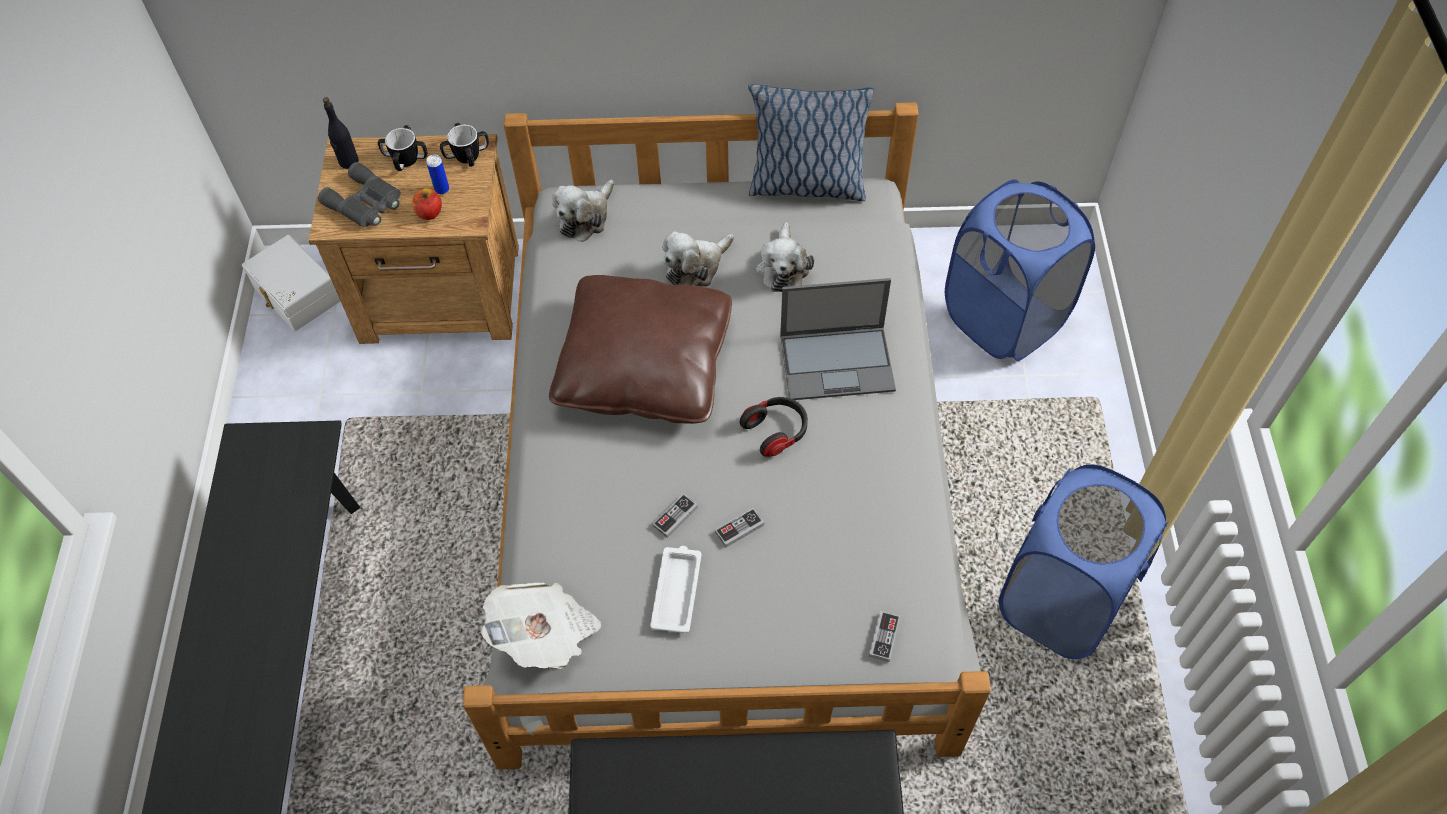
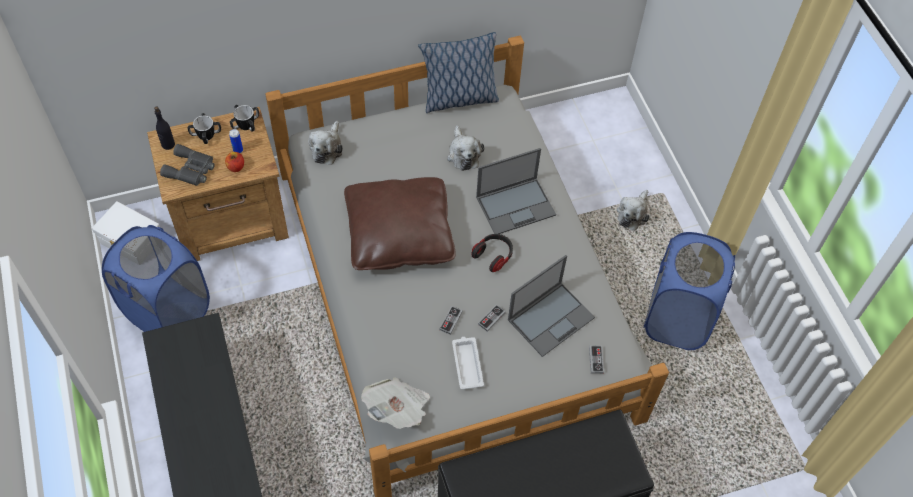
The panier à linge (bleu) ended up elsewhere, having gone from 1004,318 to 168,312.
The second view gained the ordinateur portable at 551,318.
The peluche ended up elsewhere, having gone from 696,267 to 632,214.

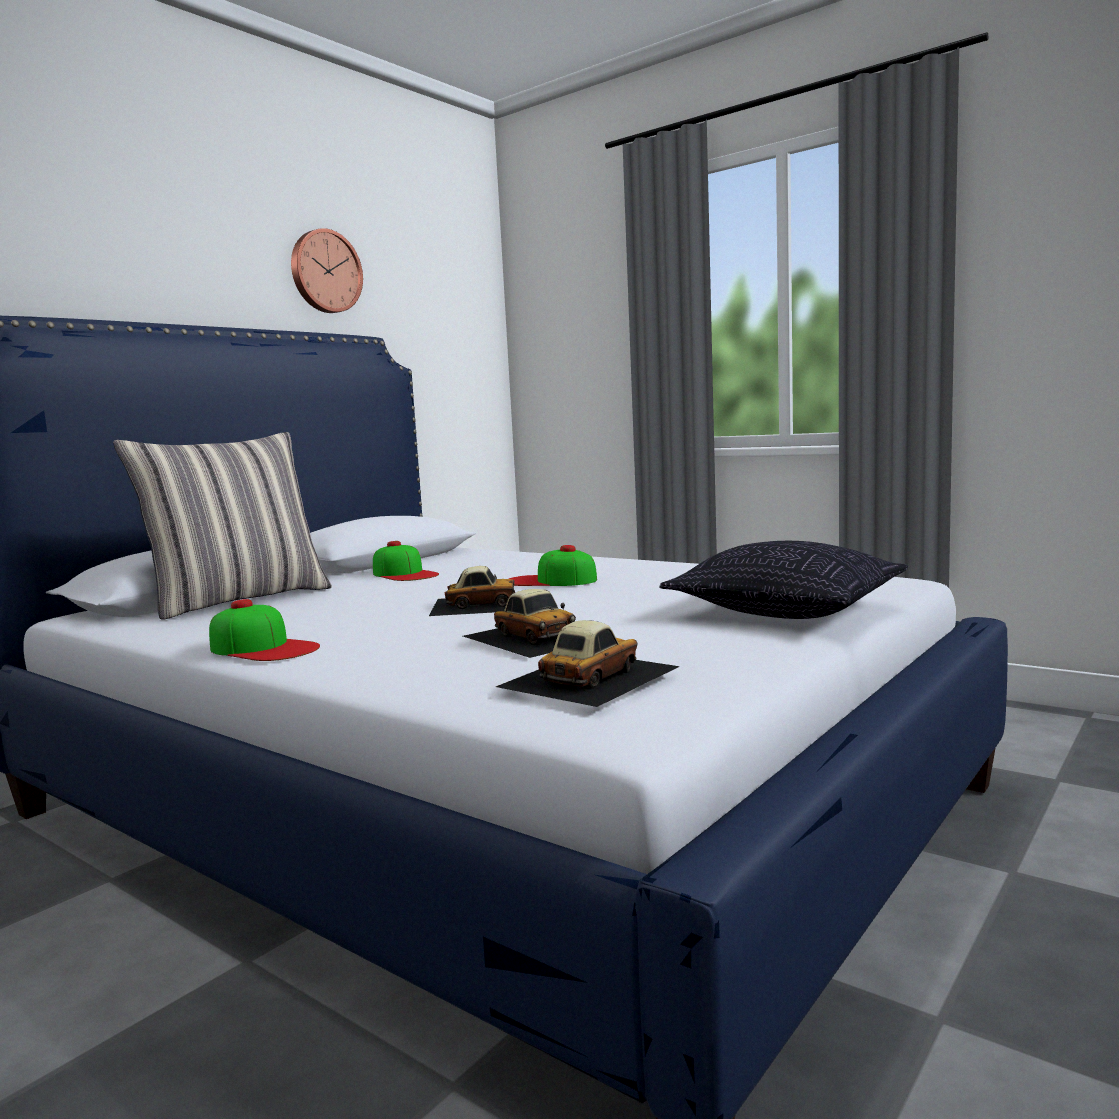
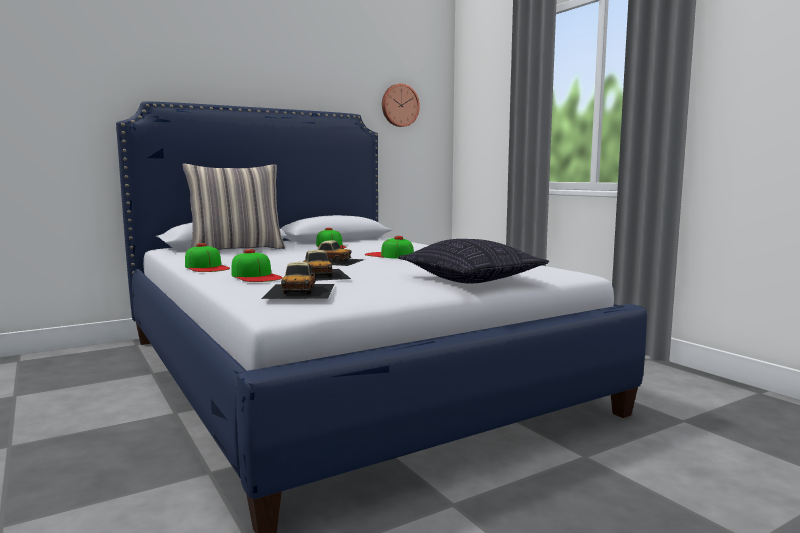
The second view gained the casquette at 256,276.
The petite voiture at 588,676 ended up facing another way, 120 degrees clockwise from before.
The horloge murale ended up elsewhere, having gone from 325,272 to 399,105.

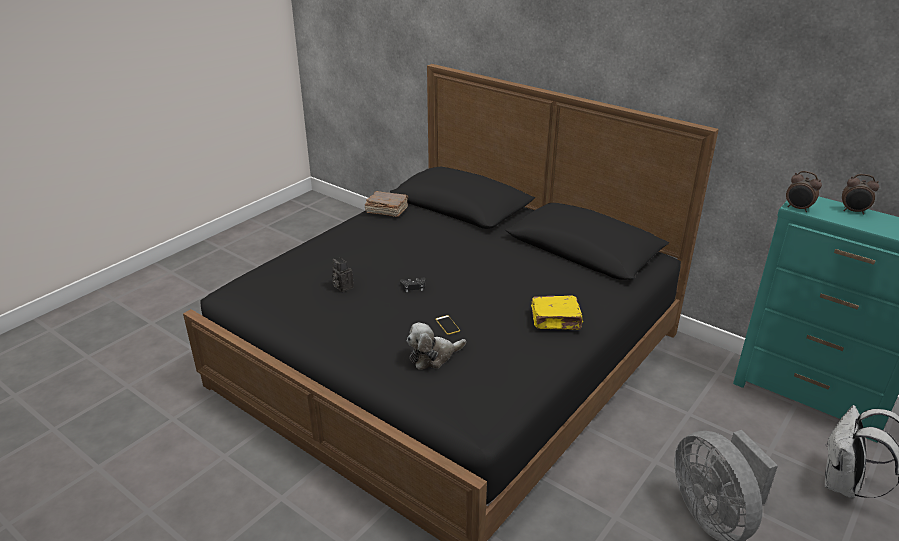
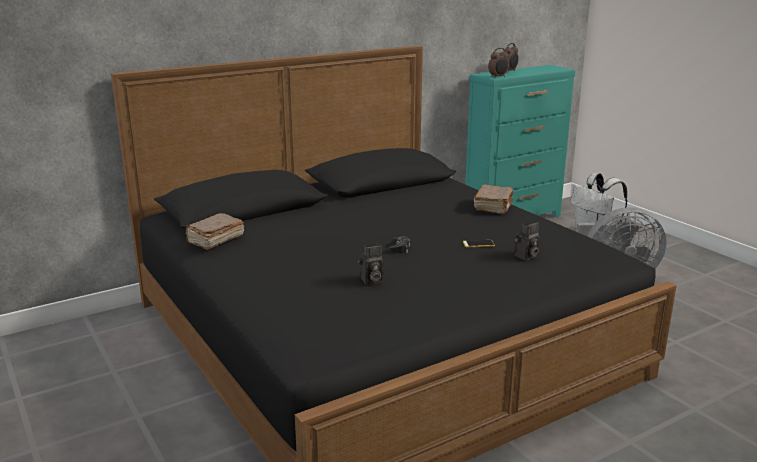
What was the livre (jaune) at 556,321 turned into the livre (marron) at 494,207.
Where the peluche stood at 433,356, the appareil photo came to stand at 526,256.

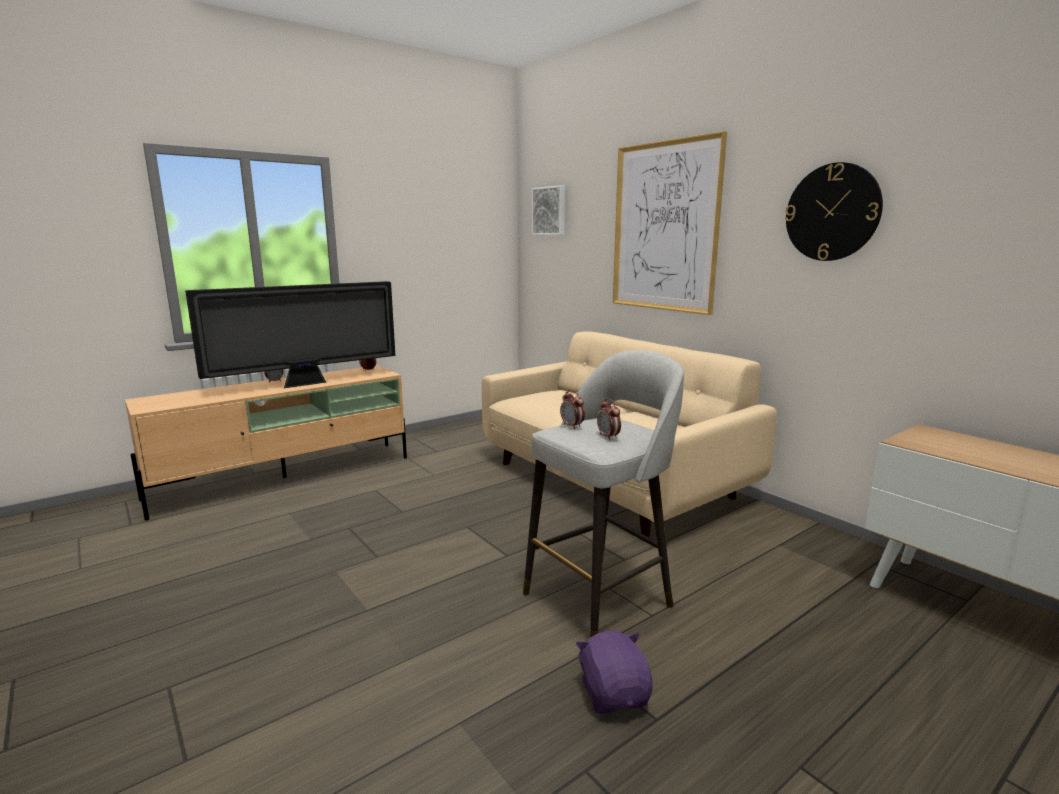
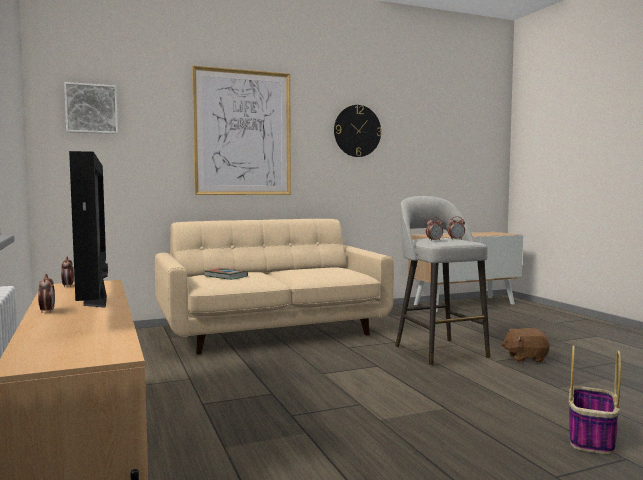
The second view gained the livre at 226,276.
What was the peluche (violet) at 614,694 turned into the peluche (marron) at 525,358.
The second view gained the panier at 591,439.

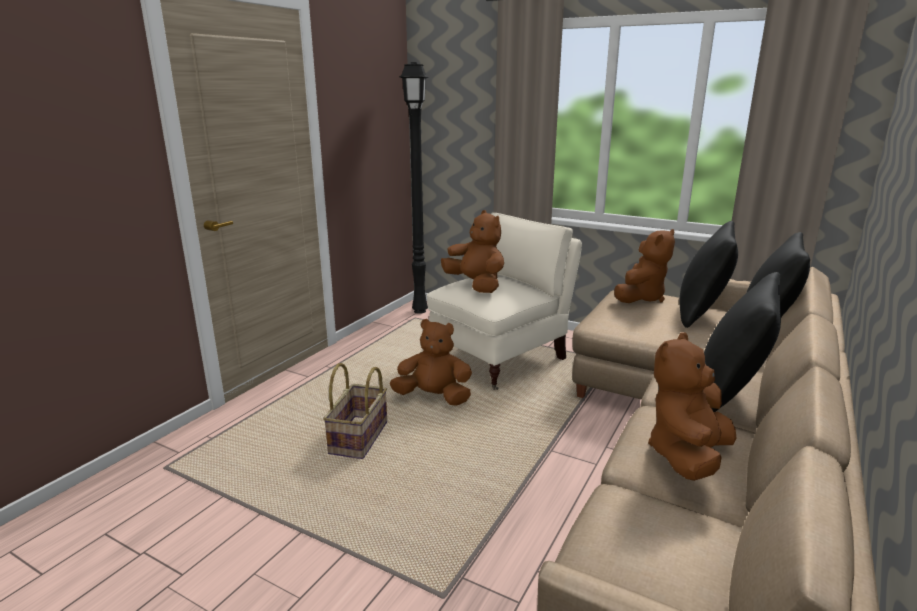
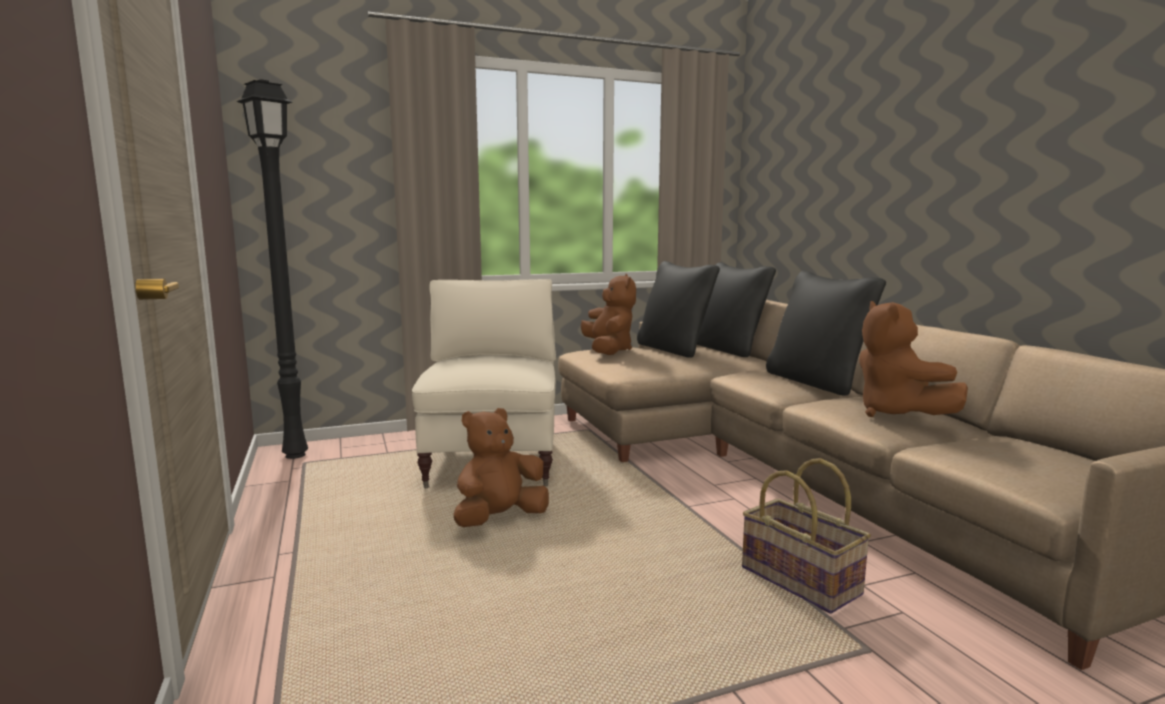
The panier ended up elsewhere, having gone from 360,438 to 802,580.
The second view lost the peluche (marron) at 476,285.

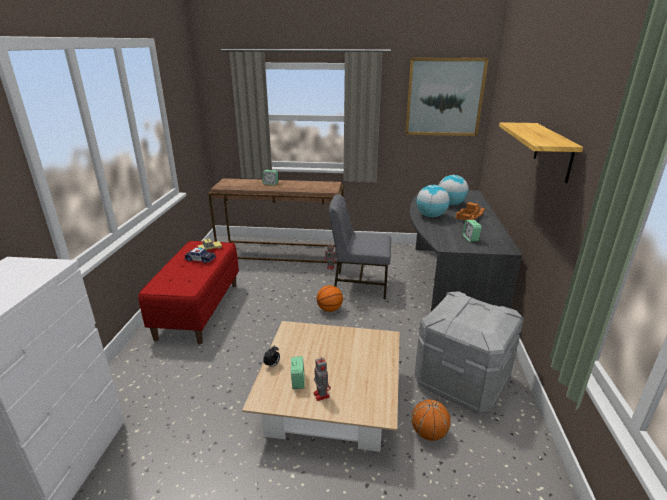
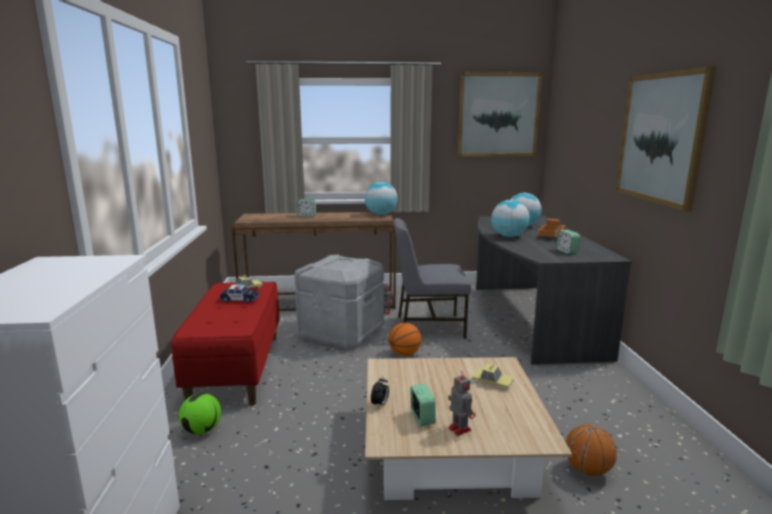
The second view gained the ballon de foot at 202,430.
The boîte de rangement (gris) ended up elsewhere, having gone from 462,381 to 341,333.
The second view gained the globe at 381,214.
The second view gained the petite voiture at 492,382.
Where the étagère hung at 553,151, the tableau came to hang at 661,138.

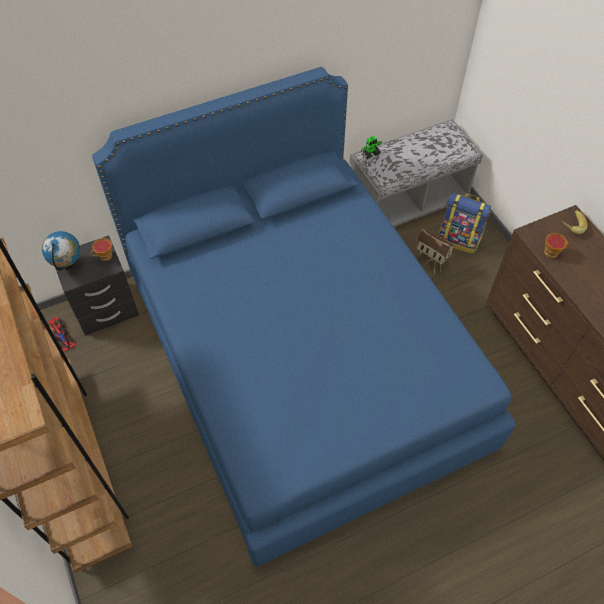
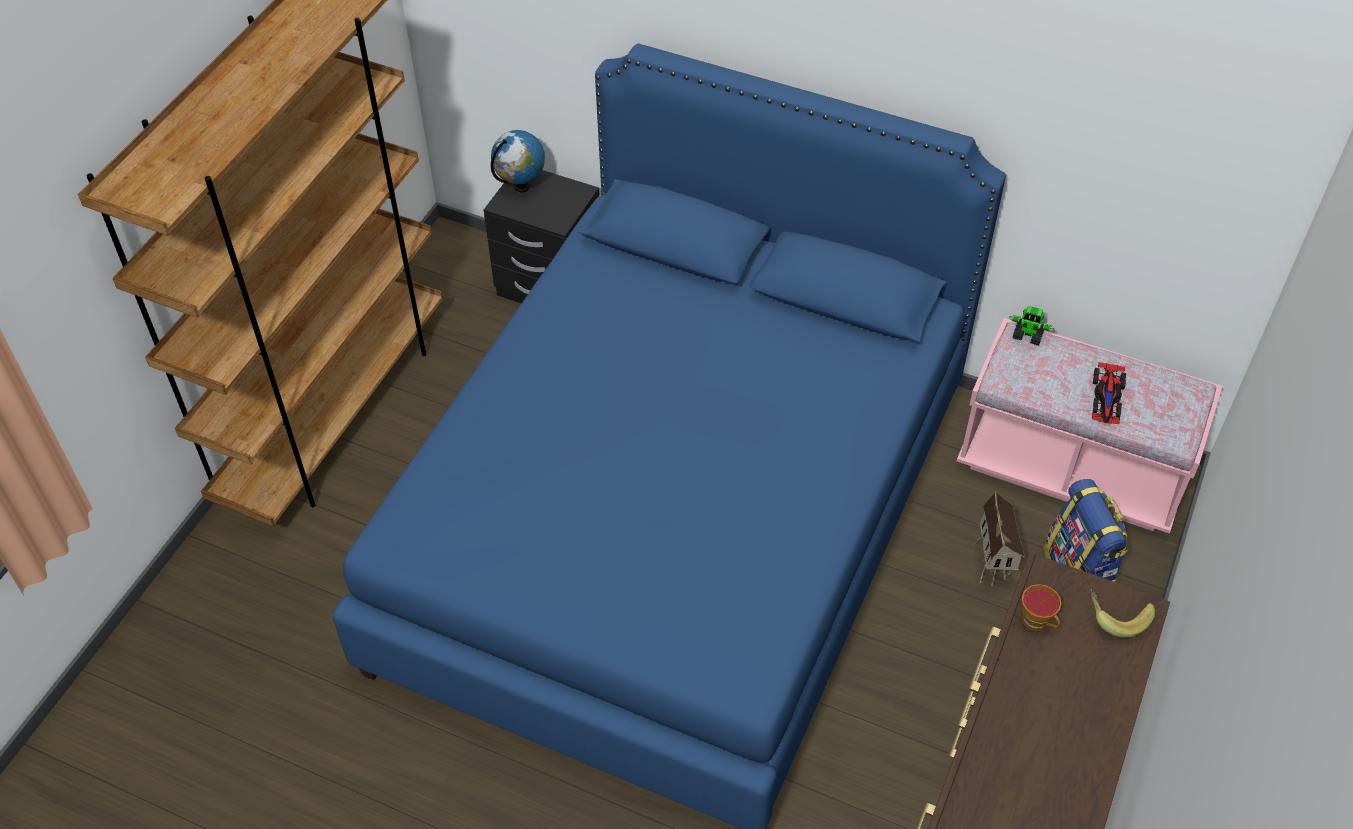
What was the banc (gris) at 407,202 turned into the banc (rose) at 1071,468.
The petite voiture ended up elsewhere, having gone from 61,336 to 1107,397.
The second view lost the tasse at 104,257.

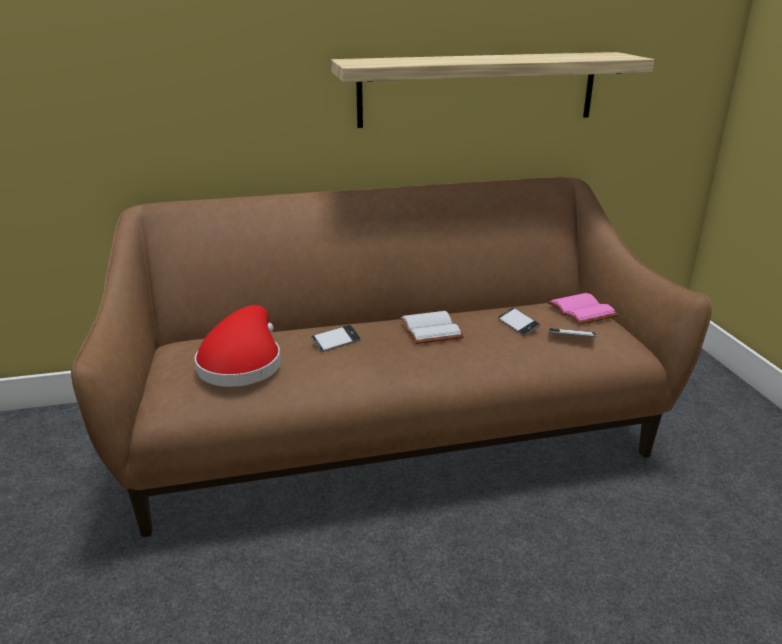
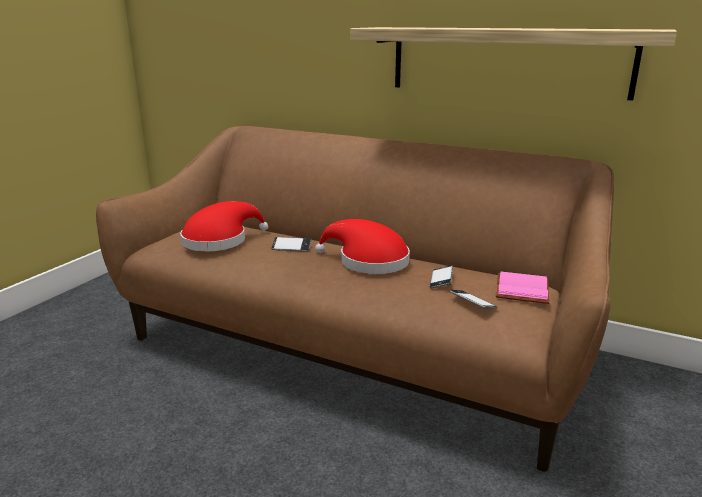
Where the livre (blanc) stood at 433,329, the chapeau (rouge) came to stand at 368,261.

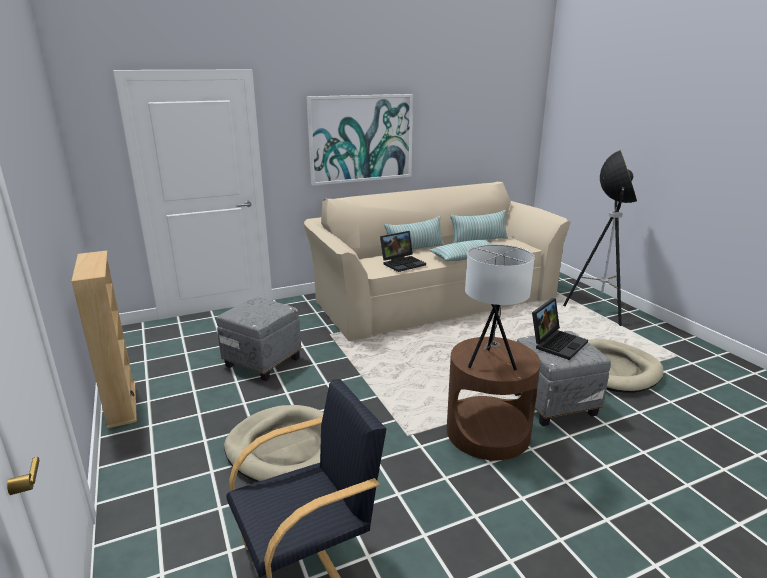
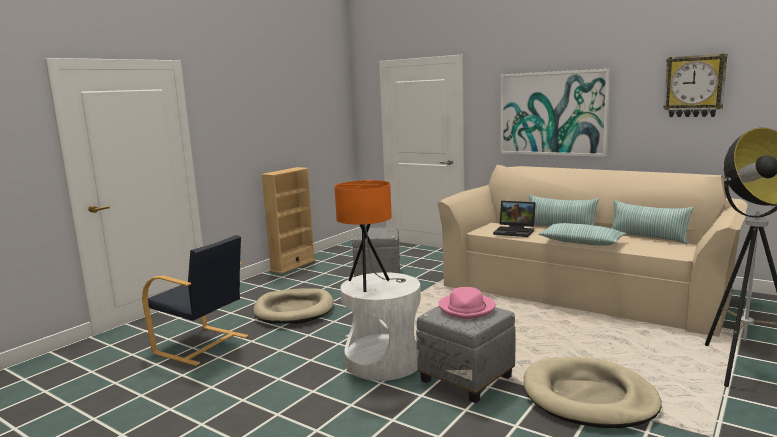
What was the lampe de table (blanc) at 491,361 turned into the lampe de table (orange) at 370,285.
What was the table d'appoint (marron) at 488,432 turned into the table d'appoint (blanc) at 384,361.
Where the ordinateur portable stood at 557,343, the chapeau (rose) came to stand at 467,308.
The second view gained the horloge murale at 694,86.

